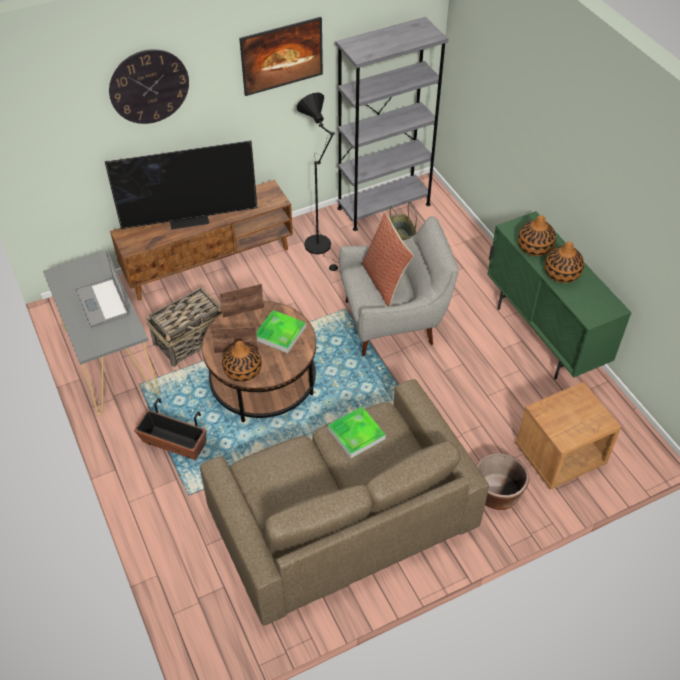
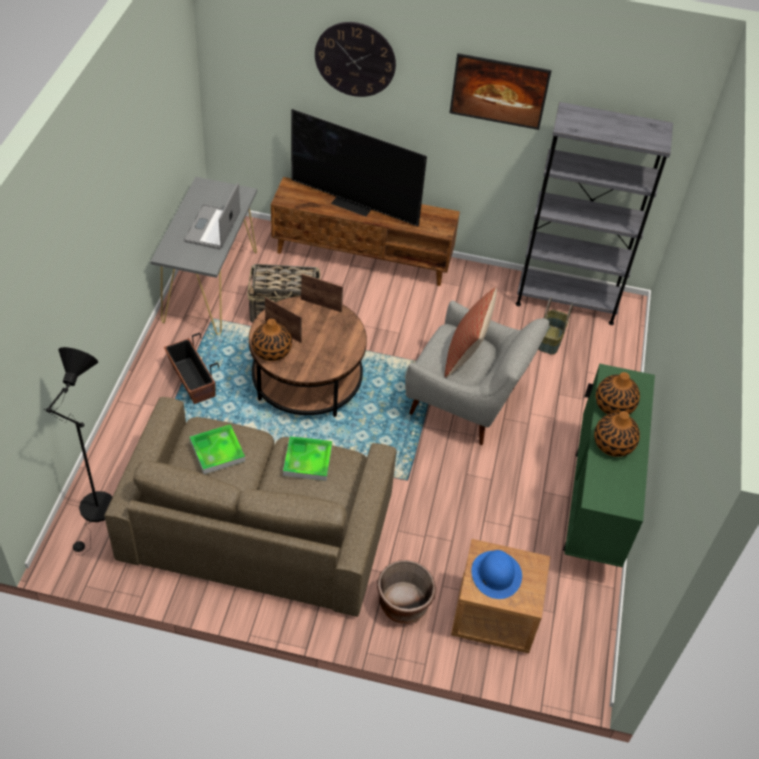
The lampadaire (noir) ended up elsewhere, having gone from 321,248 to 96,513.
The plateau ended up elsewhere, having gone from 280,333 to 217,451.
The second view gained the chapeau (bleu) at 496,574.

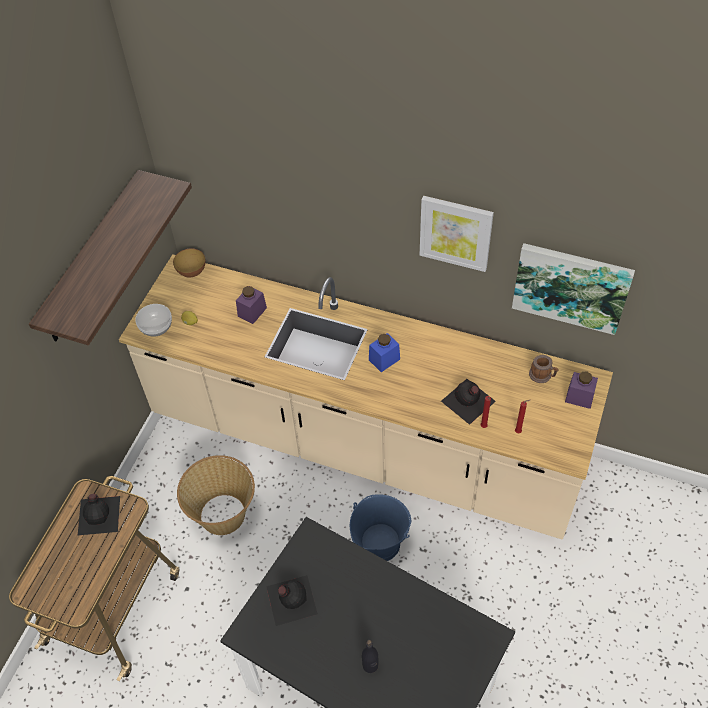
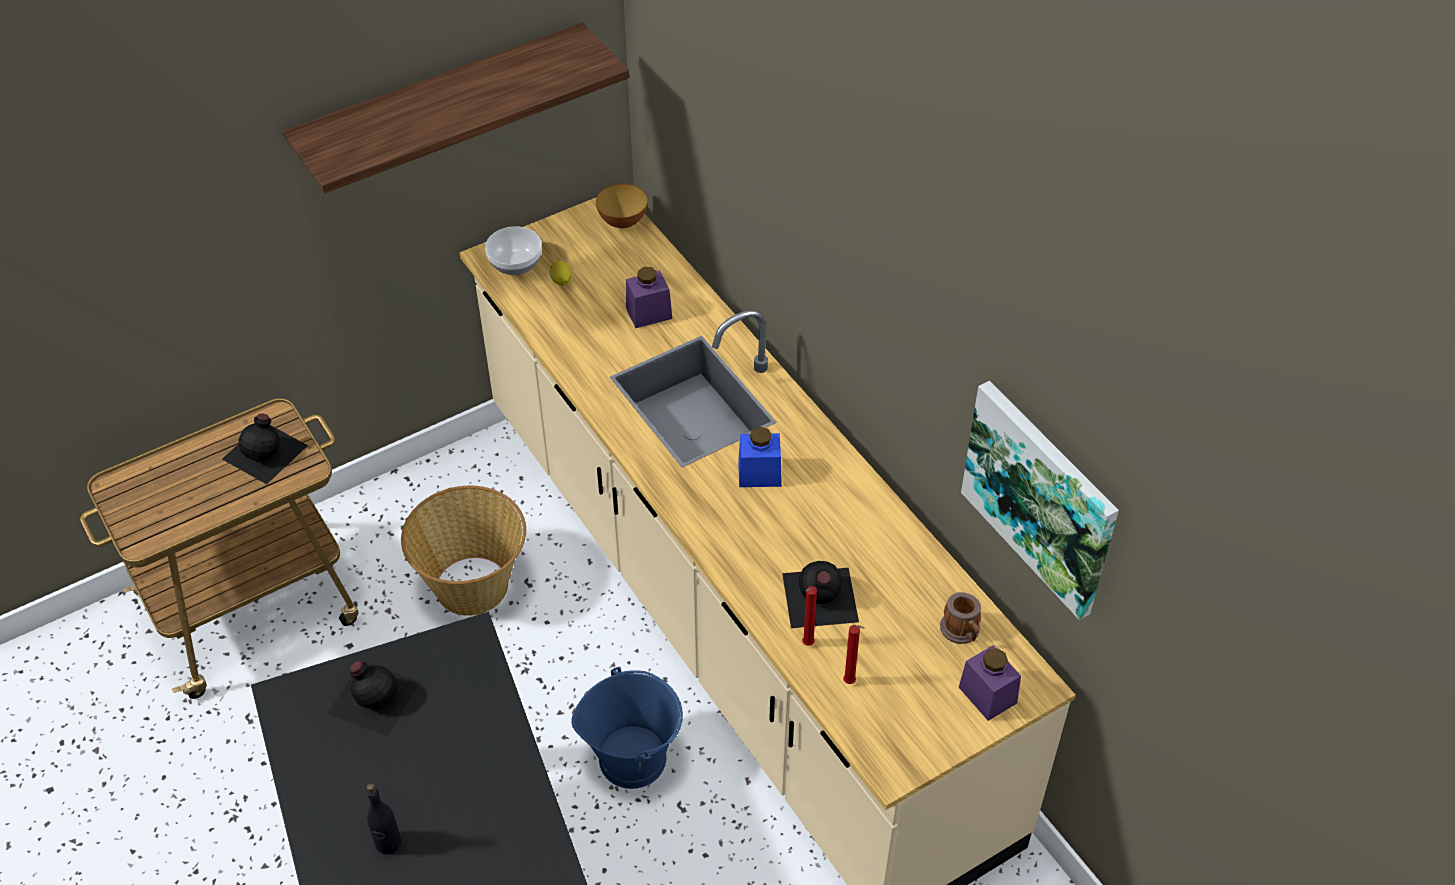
The second view lost the tableau at 455,232.

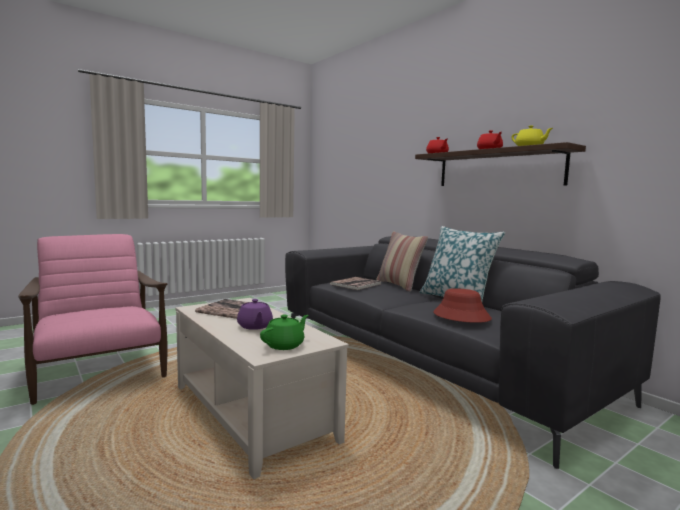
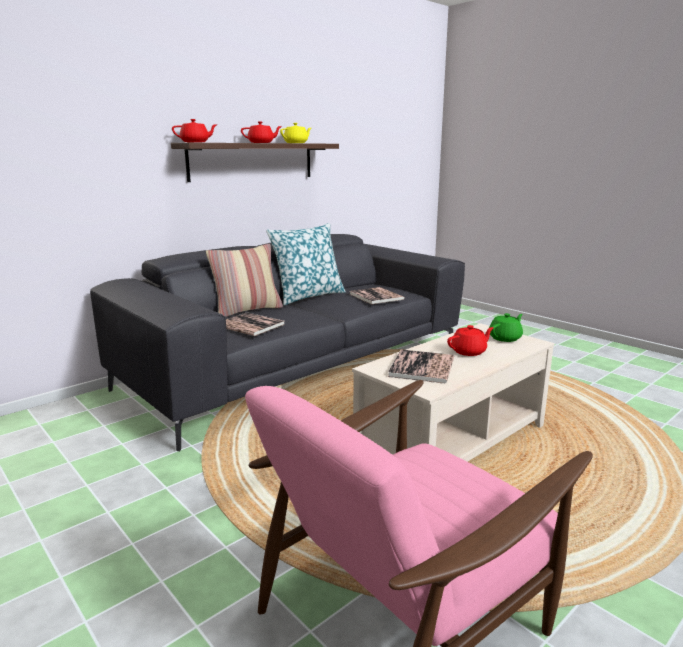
Where the chapeau (rouge) stood at 461,316, the livre came to stand at 376,296.
What was the théière (violet) at 255,326 turned into the théière (rouge) at 469,352.
The théière (vert) at 285,345 ended up facing another way, 105 degrees clockwise from before.

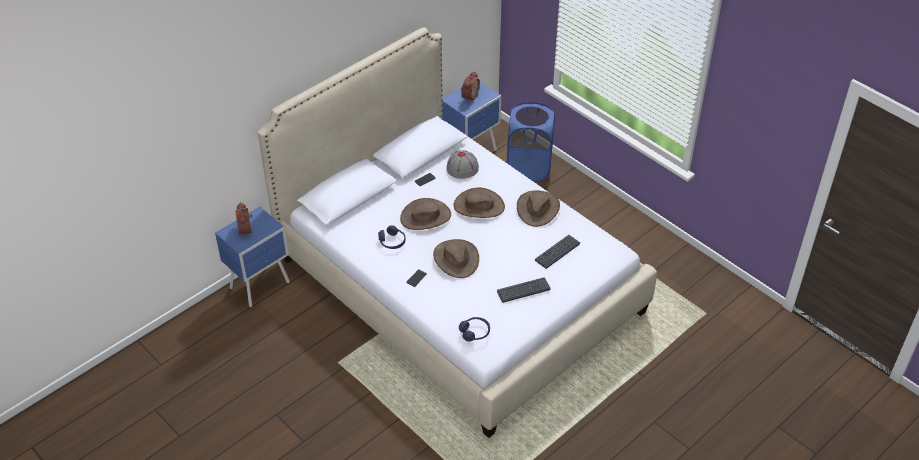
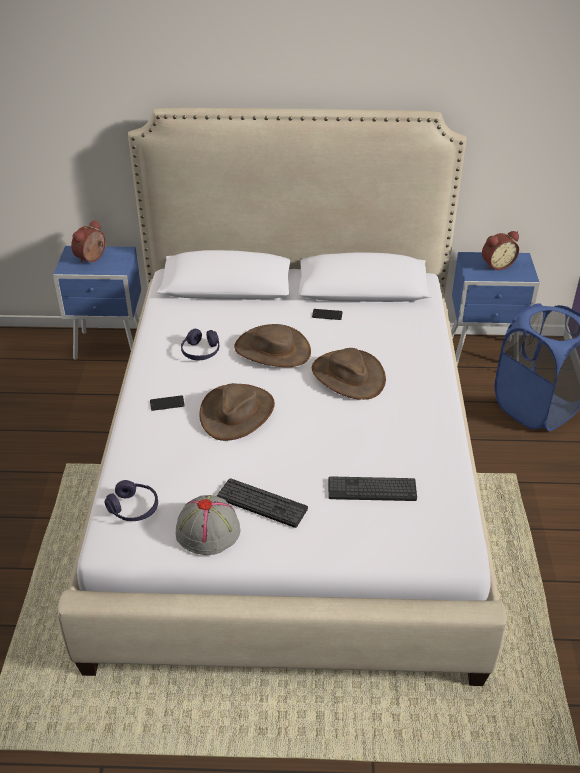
The chapeau (gris) ended up elsewhere, having gone from 462,168 to 208,530.
The second view lost the chapeau (marron) at 537,208.

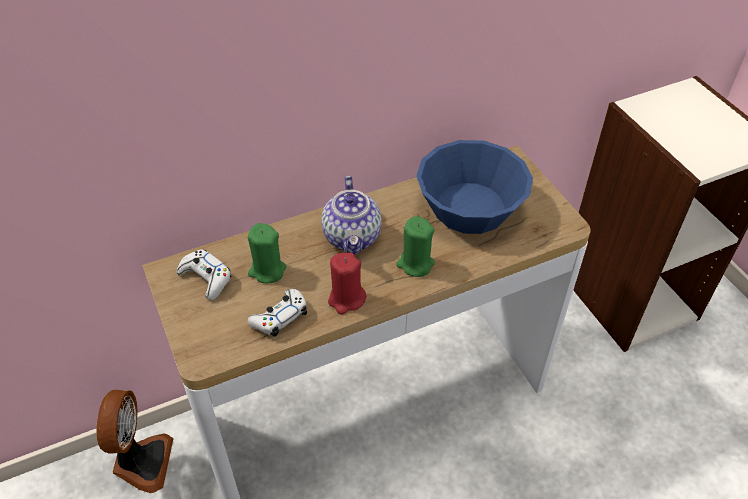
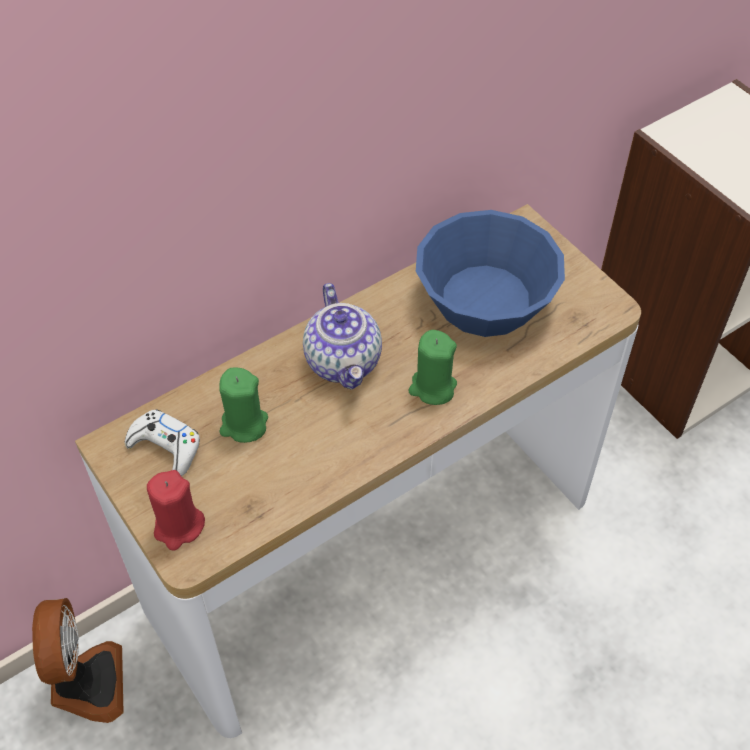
The bougie (rouge) ended up elsewhere, having gone from 346,299 to 178,526.
The second view lost the manette (blanc) at 280,317.

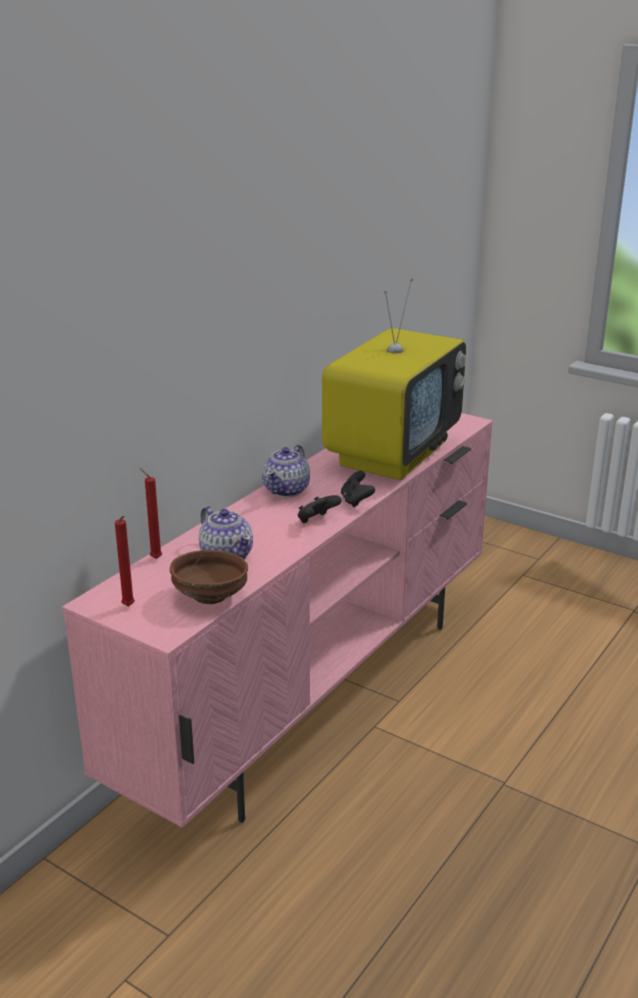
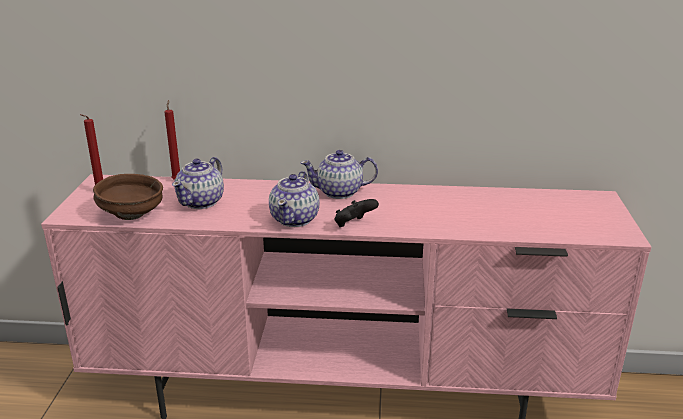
Where the manette (noir) stood at 317,521, the théière came to stand at 295,219.
The second view lost the téléviseur at 392,453.

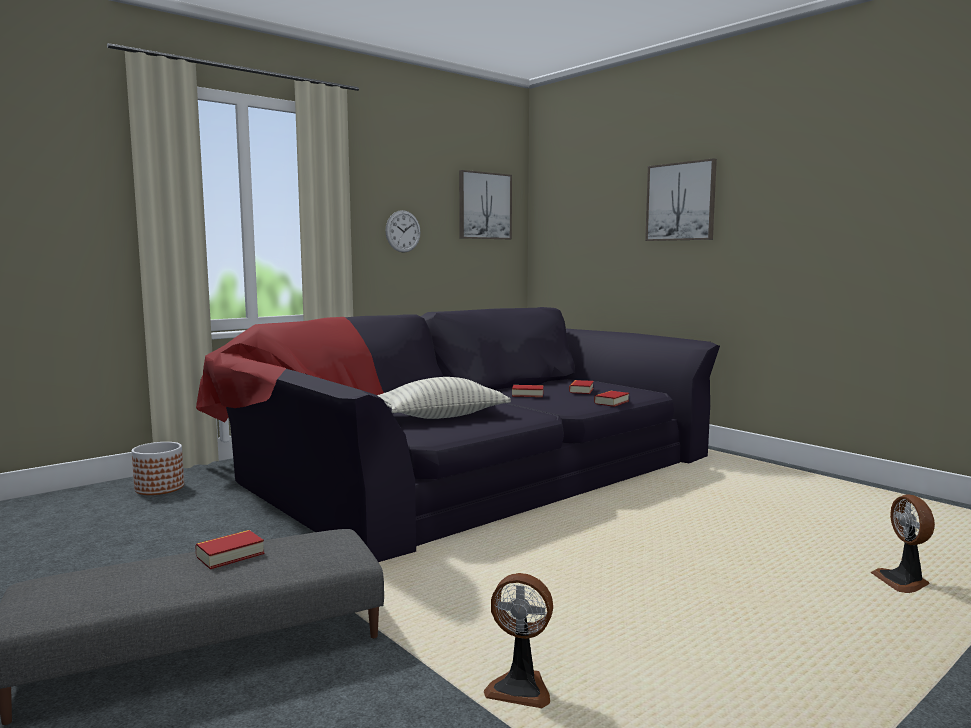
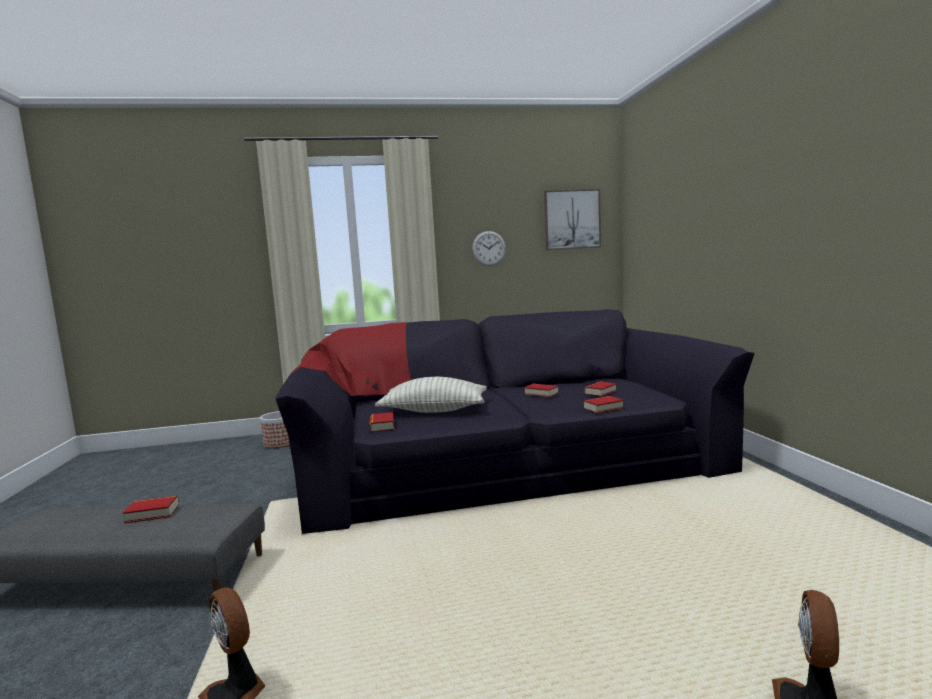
The second view gained the livre at 382,426.
The second view lost the tableau at 681,201.

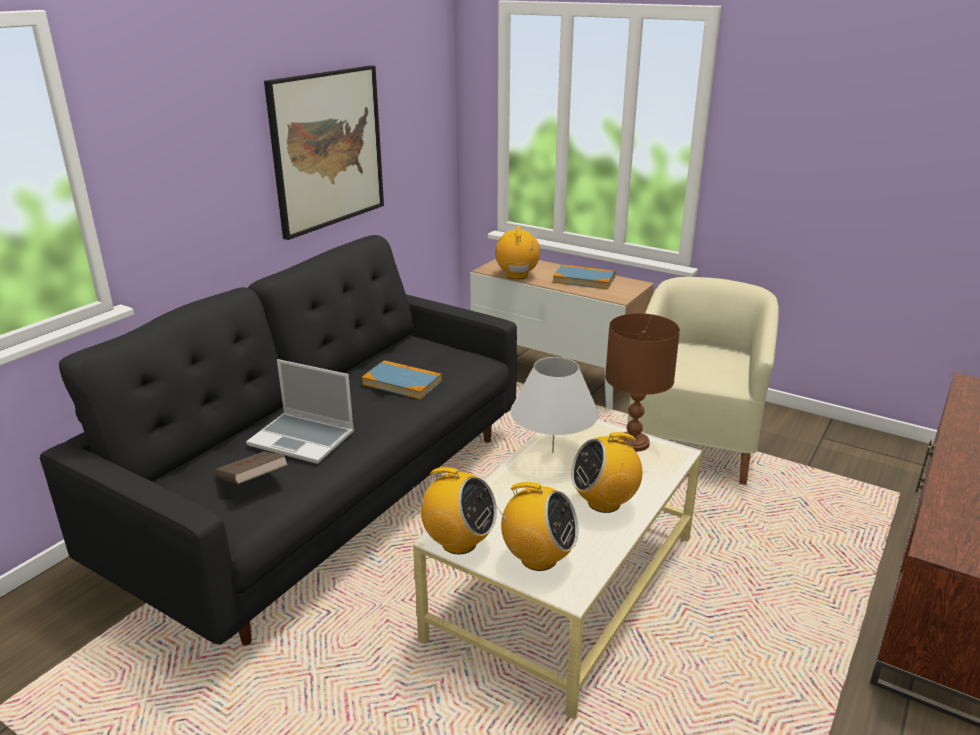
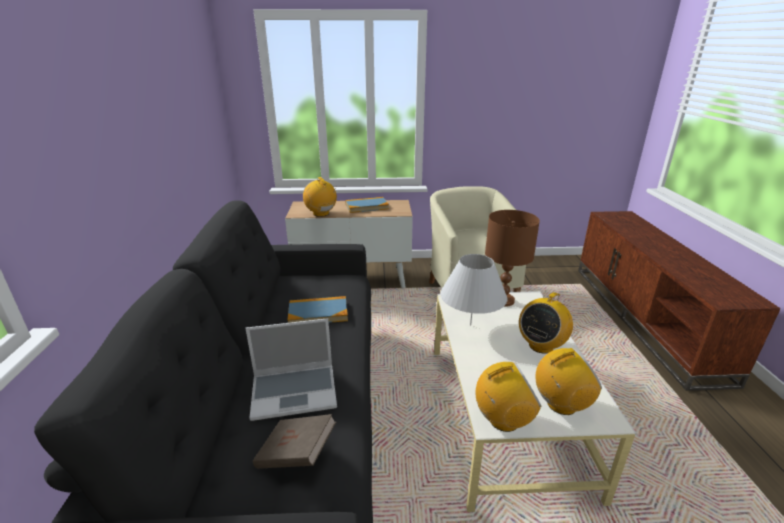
The second view lost the tableau at 327,149.

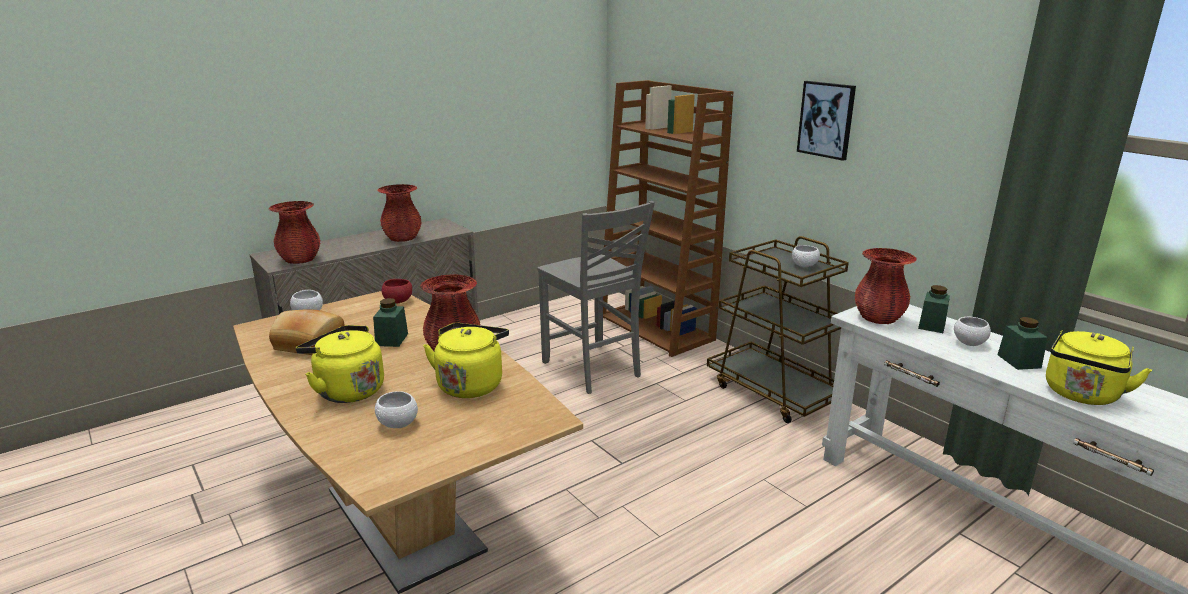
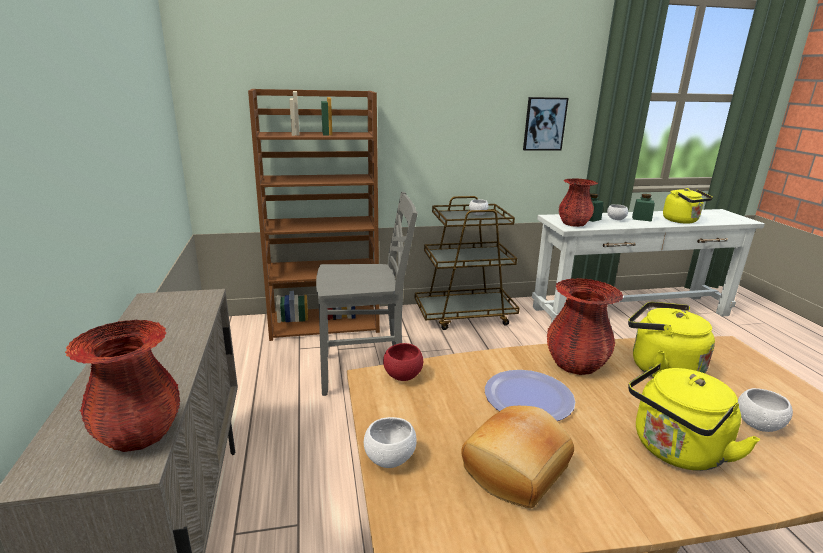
Where the bocal (vert) stood at 392,339, the assiette came to stand at 528,397.
The tableau ended up elsewhere, having gone from 826,119 to 544,124.
The second view lost the vase (rouge) at 402,238.

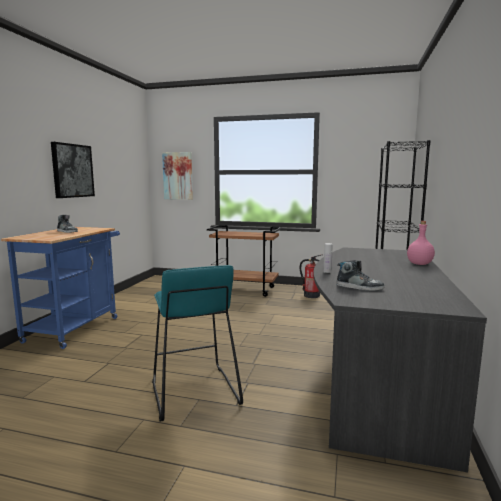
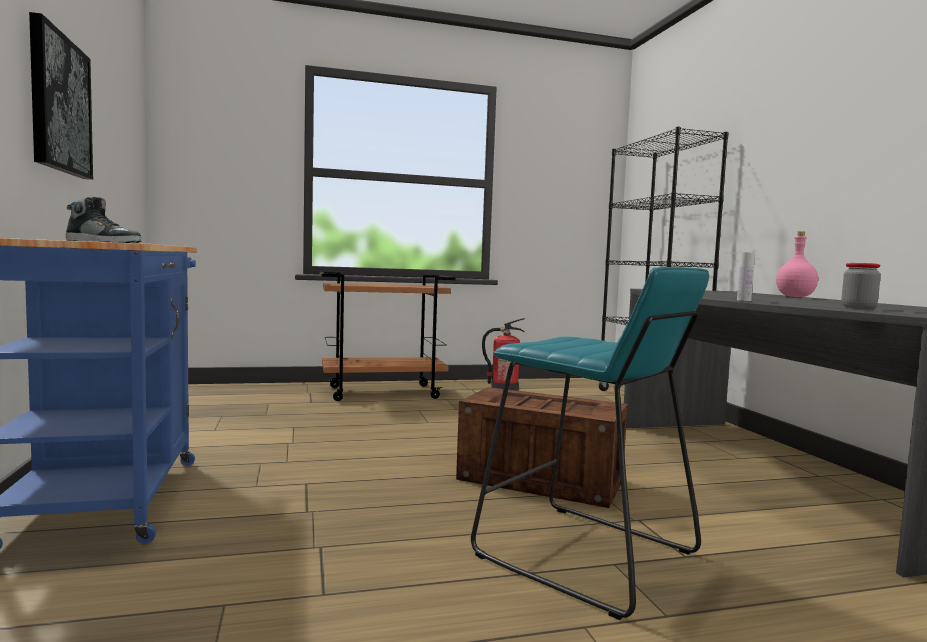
The second view gained the caisse at 543,480.
Where the chaussure stood at 359,287, the bocal came to stand at 858,308.
The second view lost the tableau at 178,176.

